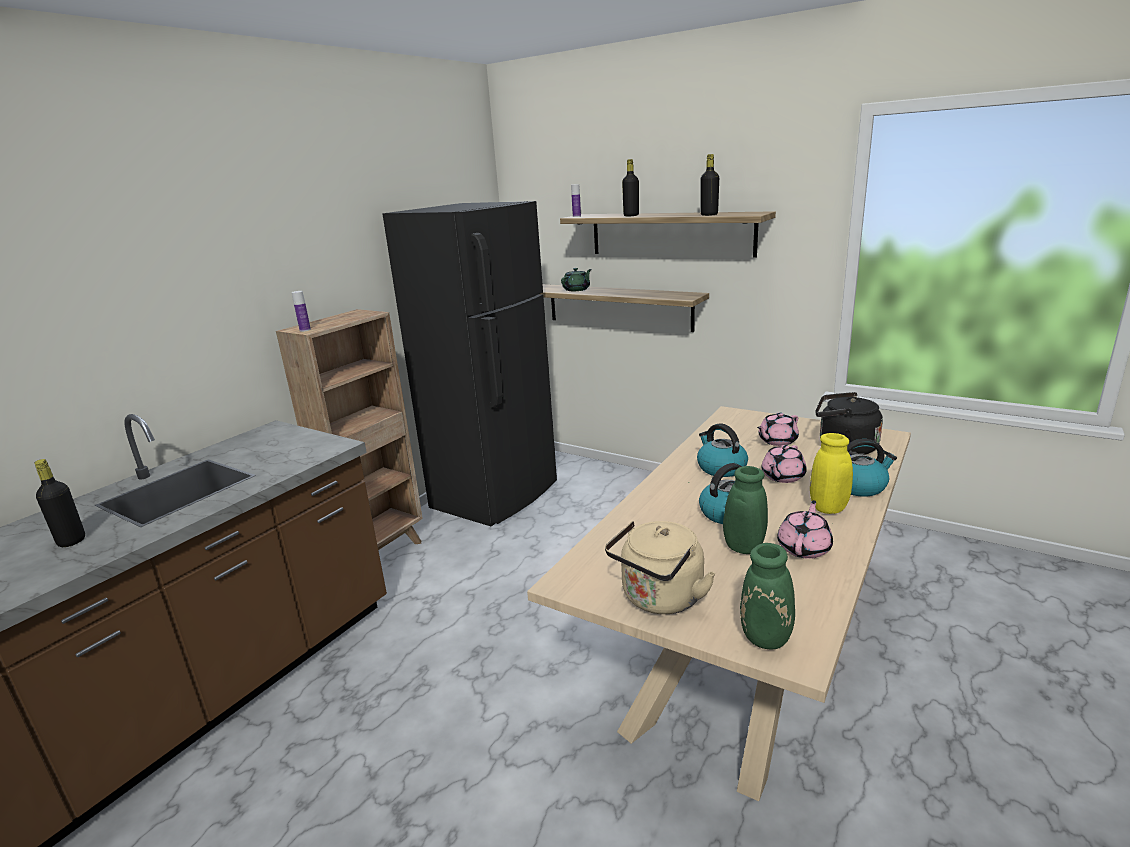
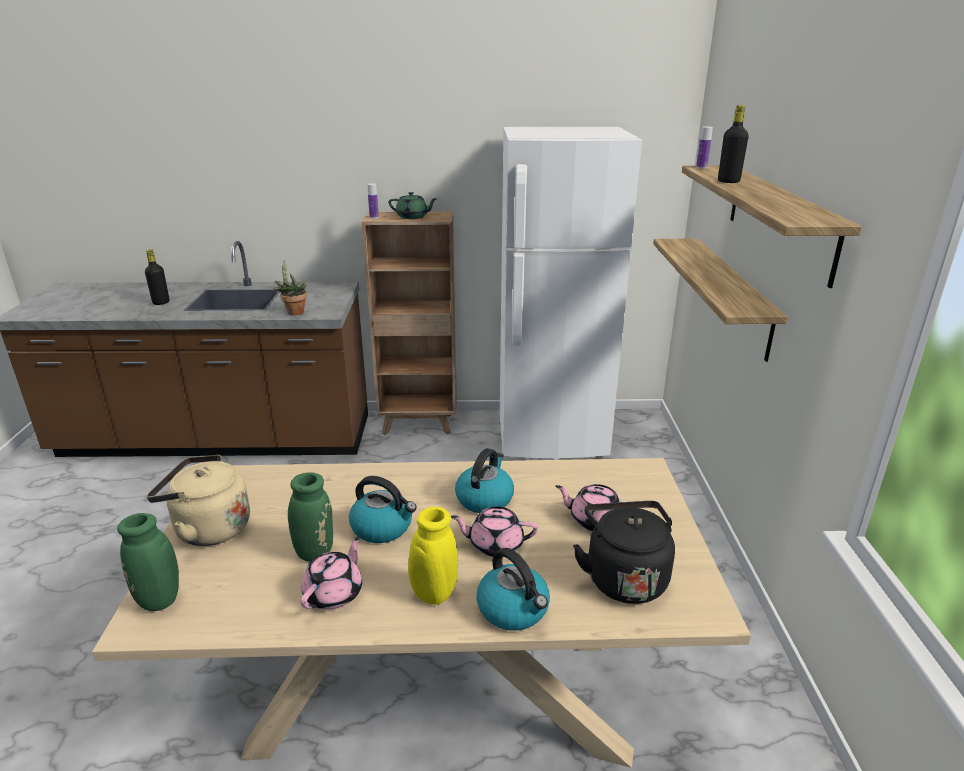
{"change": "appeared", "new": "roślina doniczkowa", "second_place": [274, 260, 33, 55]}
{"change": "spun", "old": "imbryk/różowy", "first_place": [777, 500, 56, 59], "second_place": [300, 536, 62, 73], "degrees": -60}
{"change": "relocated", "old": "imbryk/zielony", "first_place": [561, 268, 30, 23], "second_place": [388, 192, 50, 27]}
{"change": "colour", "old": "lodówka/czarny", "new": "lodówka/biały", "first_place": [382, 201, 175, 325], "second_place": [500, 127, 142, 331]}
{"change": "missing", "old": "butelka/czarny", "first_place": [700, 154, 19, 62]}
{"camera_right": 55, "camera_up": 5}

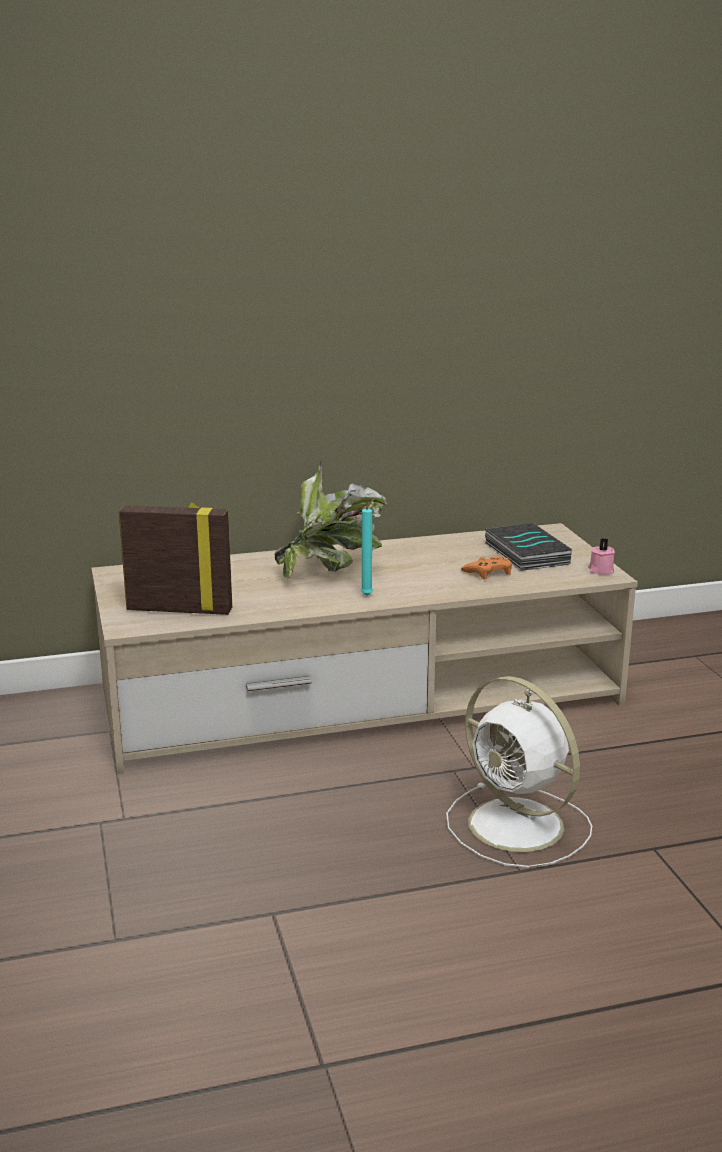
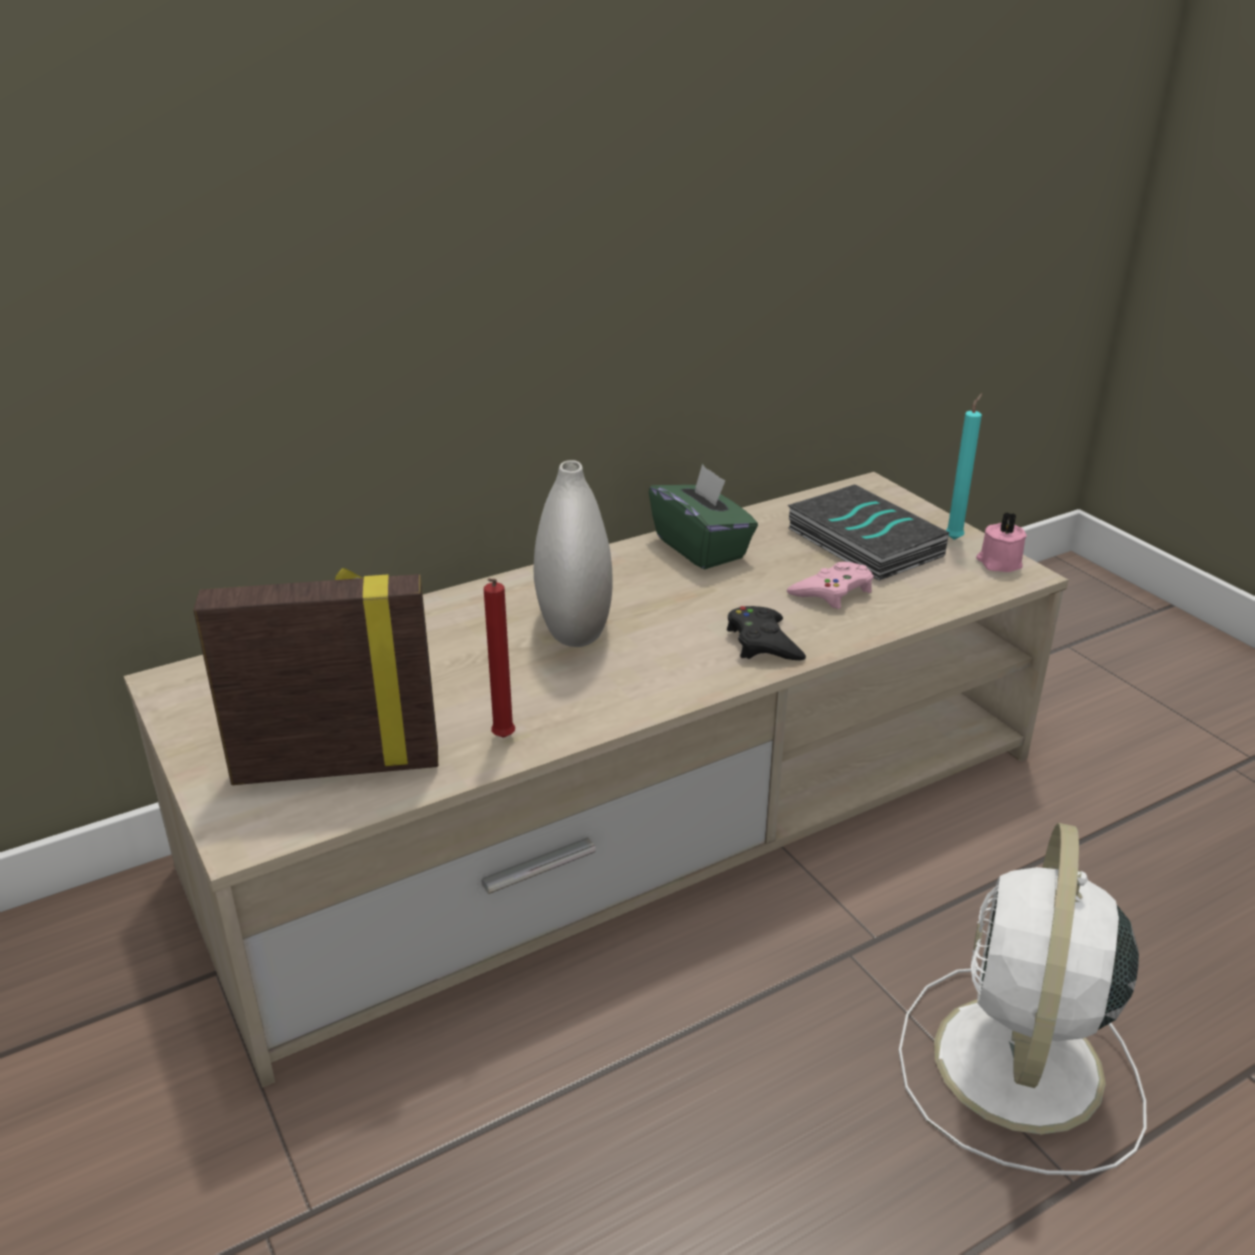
{"change": "appeared", "new": "świeca/czerwony", "second_place": [484, 578, 31, 160]}
{"change": "exchanged", "old": "roślina doniczkowa", "new": "wazon/biały", "first_place": [275, 461, 111, 118], "second_place": [534, 460, 79, 187]}
{"change": "appeared", "new": "pudełko chusteczek/zielony", "second_place": [649, 464, 109, 105]}
{"change": "appeared", "new": "pad do gier/czarny", "second_place": [727, 606, 79, 54]}
{"change": "colour", "old": "pad do gier/pomarańczowy", "new": "pad do gier/różowy", "first_place": [461, 556, 51, 23], "second_place": [787, 562, 87, 47]}
{"change": "spun", "old": "wentylator/biały", "first_place": [446, 676, 146, 192], "second_place": [899, 823, 248, 352], "degrees": 75}
{"change": "relocated", "old": "świeca/turkusowy", "first_place": [361, 498, 14, 98], "second_place": [946, 393, 36, 147]}
{"camera_right": -15, "camera_up": 10}

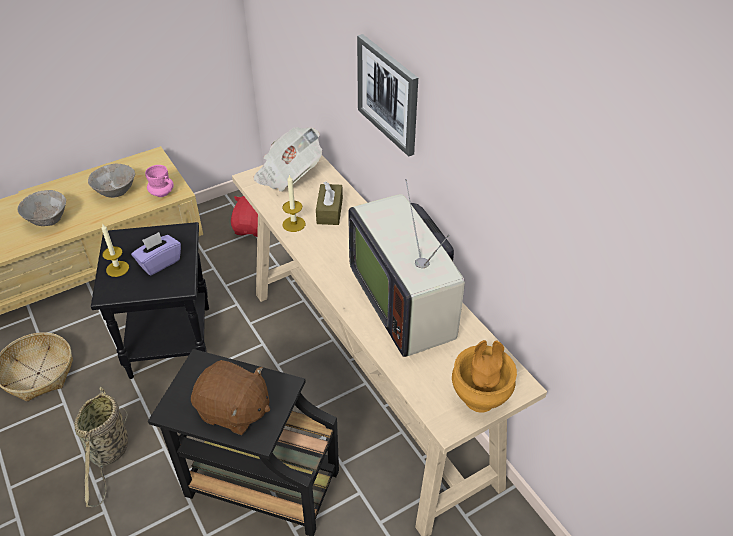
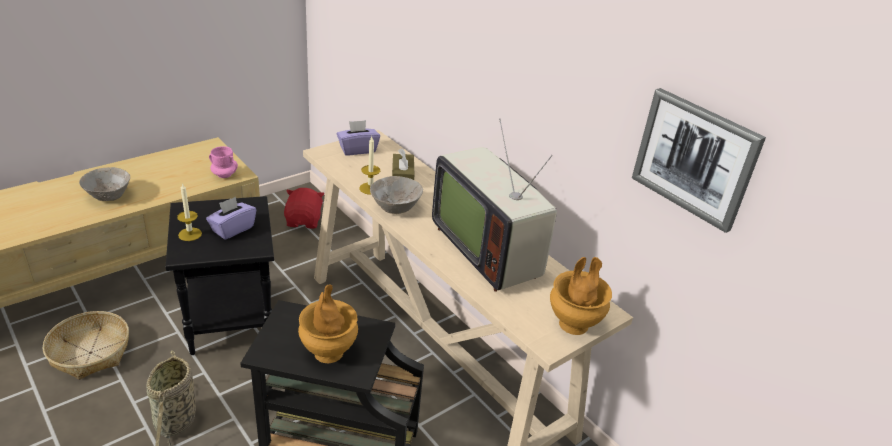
{"change": "exchanged", "old": "pluszak/brązowy", "new": "wazon/brązowy", "first_place": [191, 360, 79, 75], "second_place": [298, 285, 60, 78]}
{"change": "exchanged", "old": "gazeta", "new": "pudełko chusteczek/fioletowy", "first_place": [253, 127, 69, 65], "second_place": [337, 120, 43, 35]}
{"change": "relocated", "old": "miska/szary", "first_place": [88, 164, 47, 34], "second_place": [370, 176, 53, 38]}
{"change": "relocated", "old": "obraz", "first_place": [357, 34, 61, 122], "second_place": [632, 88, 134, 145]}
{"camera_right": -10, "camera_up": -10}

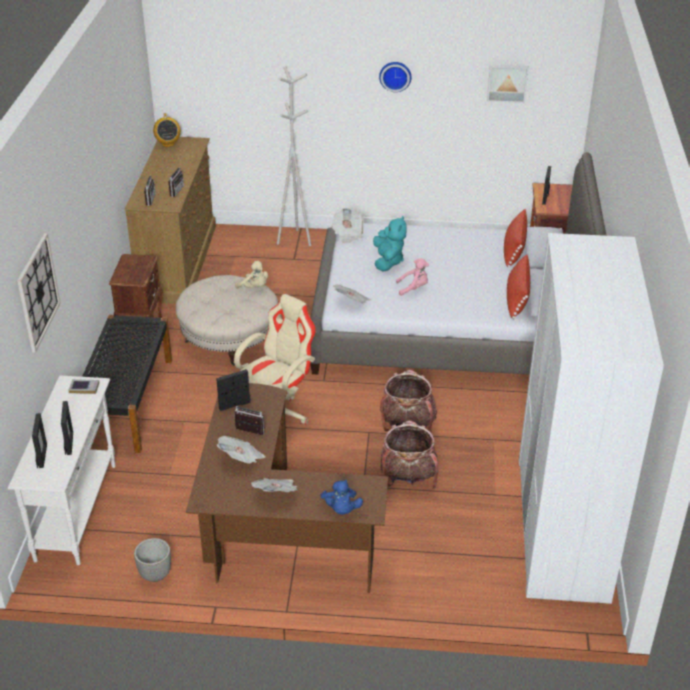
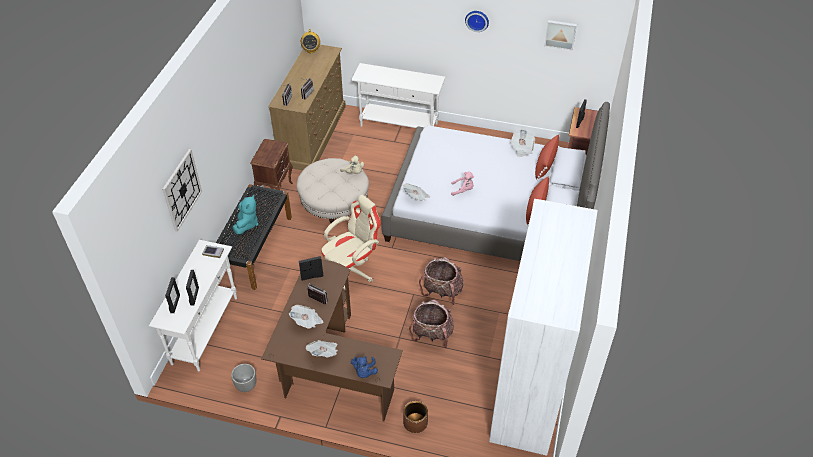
{"change": "relocated", "old": "pluszak/turkusowy", "first_place": [373, 216, 34, 56], "second_place": [233, 195, 25, 40]}
{"change": "exchanged", "old": "wieszak/szary", "new": "stolik konsolowy/biały", "first_place": [277, 66, 34, 180], "second_place": [351, 63, 95, 65]}
{"change": "appeared", "new": "donica/brązowy", "second_place": [403, 401, 25, 32]}
{"change": "relocated", "old": "gazeta", "first_place": [331, 208, 33, 35], "second_place": [510, 129, 25, 28]}
{"camera_right": 10, "camera_up": 10}

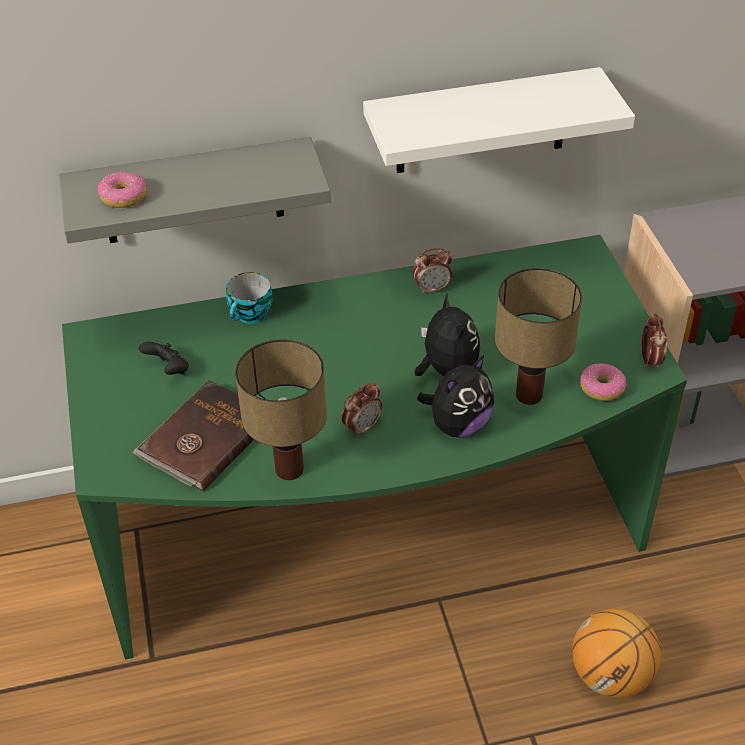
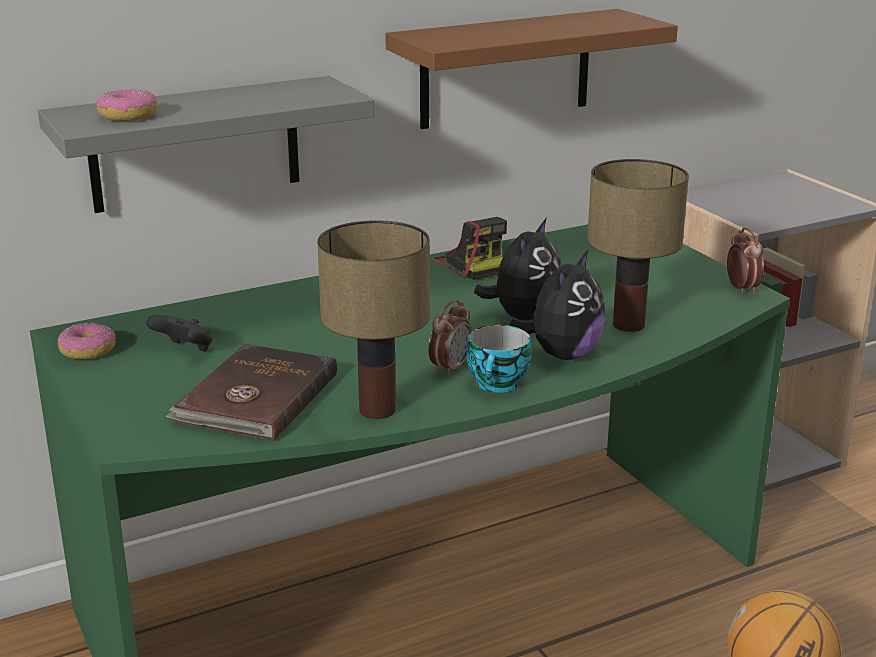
{"change": "relocated", "old": "donut", "first_place": [580, 363, 47, 38], "second_place": [57, 323, 59, 36]}
{"change": "colour", "old": "półka/biały", "new": "półka/brązowy", "first_place": [363, 67, 272, 106], "second_place": [385, 9, 293, 120]}
{"change": "exchanged", "old": "budzik", "new": "aparat fotograficzny", "first_place": [413, 248, 39, 47], "second_place": [434, 217, 73, 63]}
{"change": "relocated", "old": "filiżanka", "first_place": [226, 272, 47, 52], "second_place": [466, 325, 65, 68]}
{"change": "spun", "old": "pluszak", "first_place": [415, 292, 65, 84], "second_place": [474, 219, 88, 102], "degrees": 60}
{"camera_right": -15, "camera_up": -20}

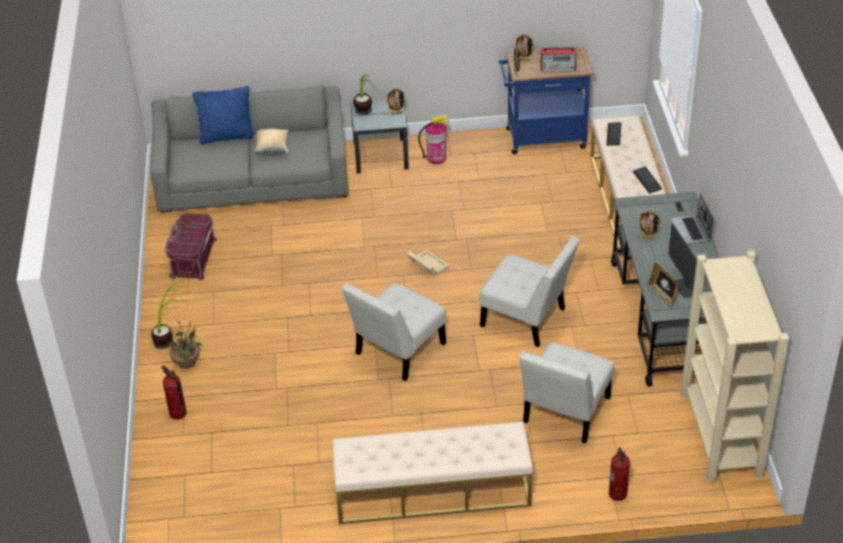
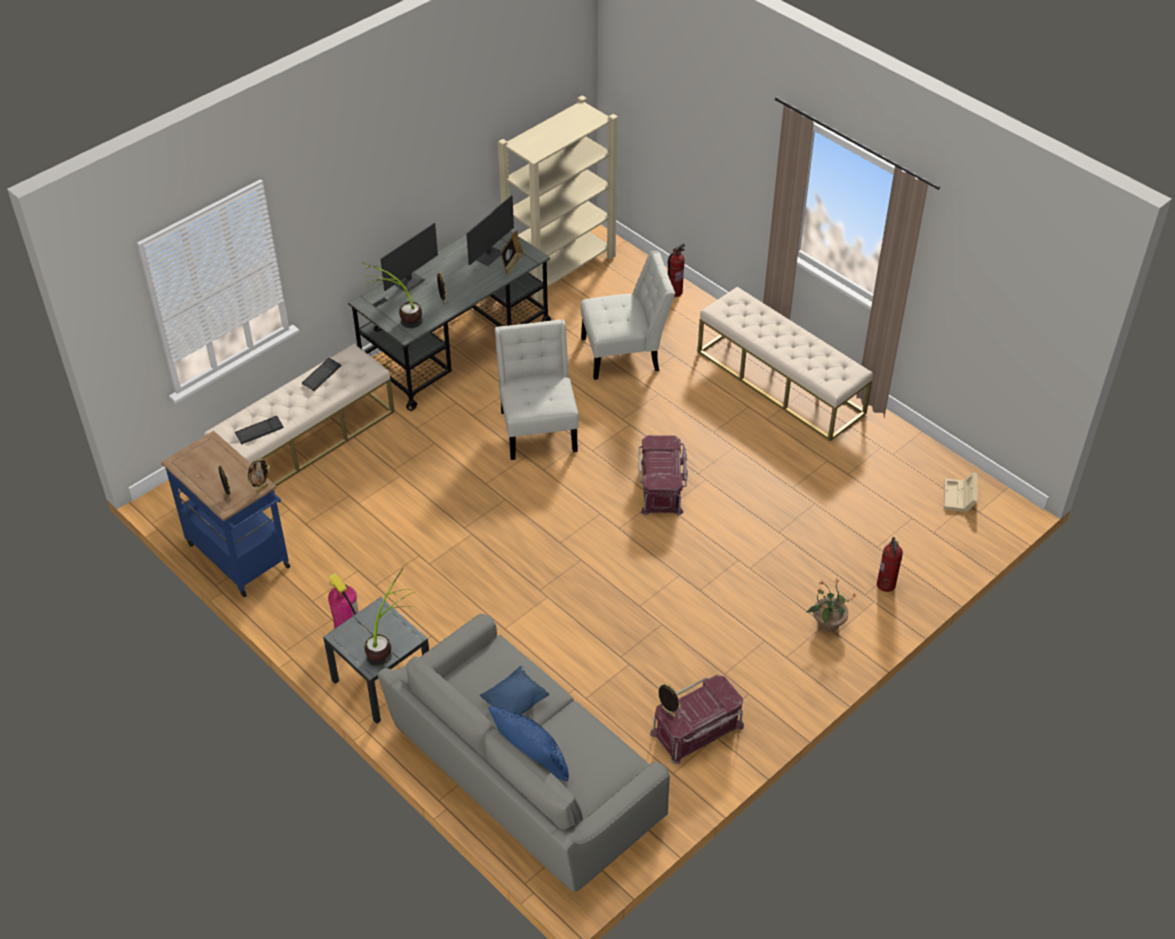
{"change": "relocated", "old": "roślina doniczkowa", "first_place": [151, 269, 41, 80], "second_place": [362, 262, 60, 66]}
{"change": "exchanged", "old": "laptop", "new": "monitor", "first_place": [671, 194, 43, 50], "second_place": [380, 223, 58, 68]}
{"change": "colour", "old": "poduszka/beżowy", "new": "poduszka/niebieski", "first_place": [255, 129, 34, 25], "second_place": [480, 666, 70, 48]}
{"change": "exchanged", "old": "krzesło/biały", "new": "pojemnik do przechowywania/czerwony", "first_place": [342, 283, 104, 98], "second_place": [639, 435, 49, 81]}
{"change": "relocated", "old": "ramka na zdjęcie", "first_place": [386, 88, 20, 27], "second_place": [658, 683, 23, 33]}
{"change": "relocated", "old": "pojemnik do przechowywania/beżowy", "first_place": [407, 249, 42, 28], "second_place": [944, 472, 34, 40]}
{"change": "missing", "old": "radio", "first_place": [541, 46, 36, 26]}
{"camera_right": -130, "camera_up": 5}

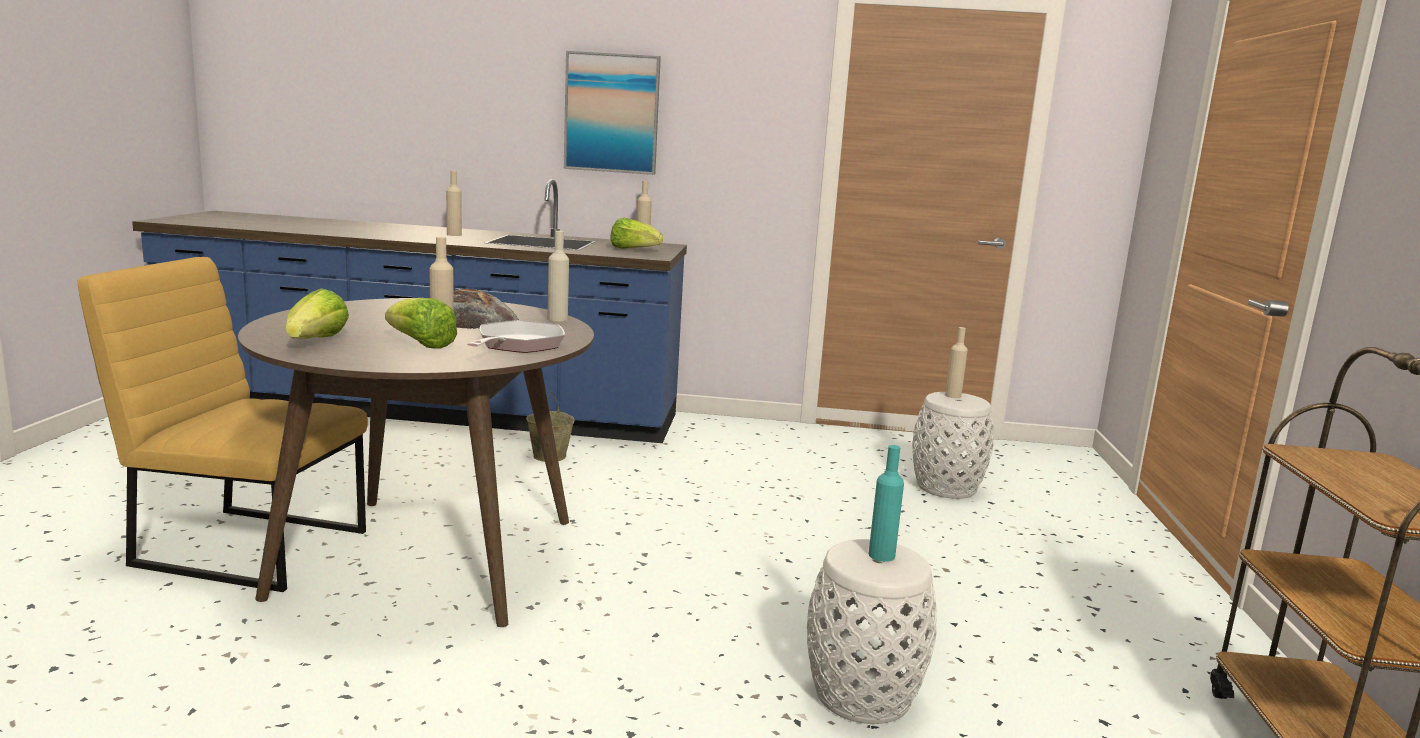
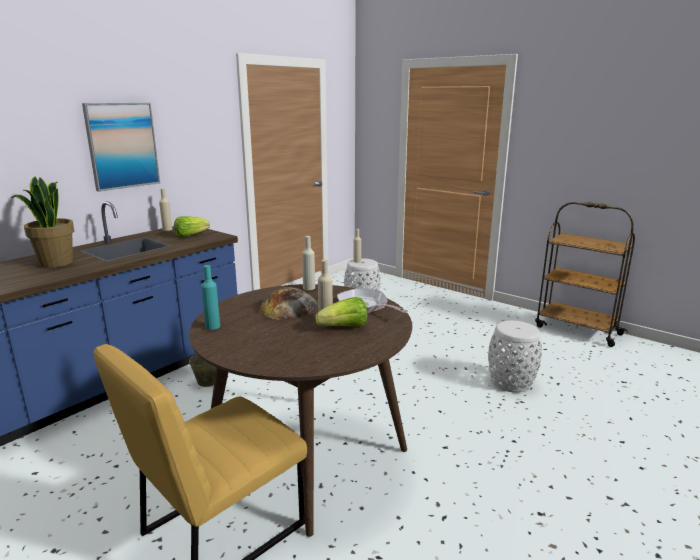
{"change": "exchanged", "old": "butelka/beżowy", "new": "roślina doniczkowa", "first_place": [446, 171, 16, 65], "second_place": [11, 176, 63, 92]}
{"change": "relocated", "old": "butelka/turkusowy", "first_place": [868, 445, 36, 117], "second_place": [201, 265, 19, 65]}
{"change": "missing", "old": "sałata", "first_place": [286, 288, 63, 51]}
{"camera_right": -55, "camera_up": 5}

